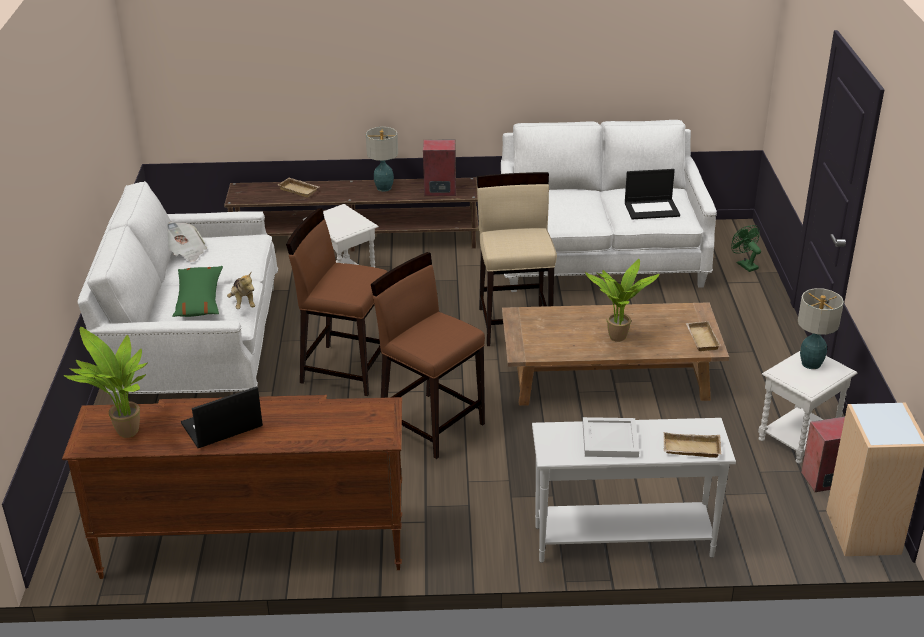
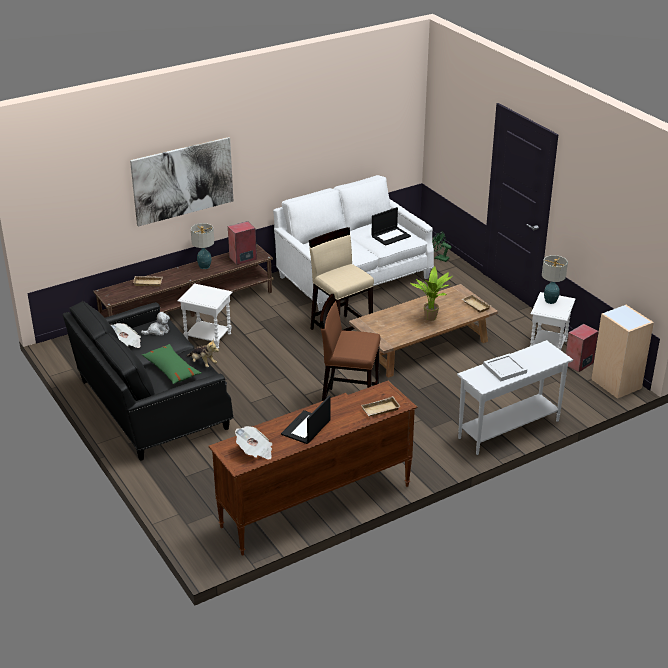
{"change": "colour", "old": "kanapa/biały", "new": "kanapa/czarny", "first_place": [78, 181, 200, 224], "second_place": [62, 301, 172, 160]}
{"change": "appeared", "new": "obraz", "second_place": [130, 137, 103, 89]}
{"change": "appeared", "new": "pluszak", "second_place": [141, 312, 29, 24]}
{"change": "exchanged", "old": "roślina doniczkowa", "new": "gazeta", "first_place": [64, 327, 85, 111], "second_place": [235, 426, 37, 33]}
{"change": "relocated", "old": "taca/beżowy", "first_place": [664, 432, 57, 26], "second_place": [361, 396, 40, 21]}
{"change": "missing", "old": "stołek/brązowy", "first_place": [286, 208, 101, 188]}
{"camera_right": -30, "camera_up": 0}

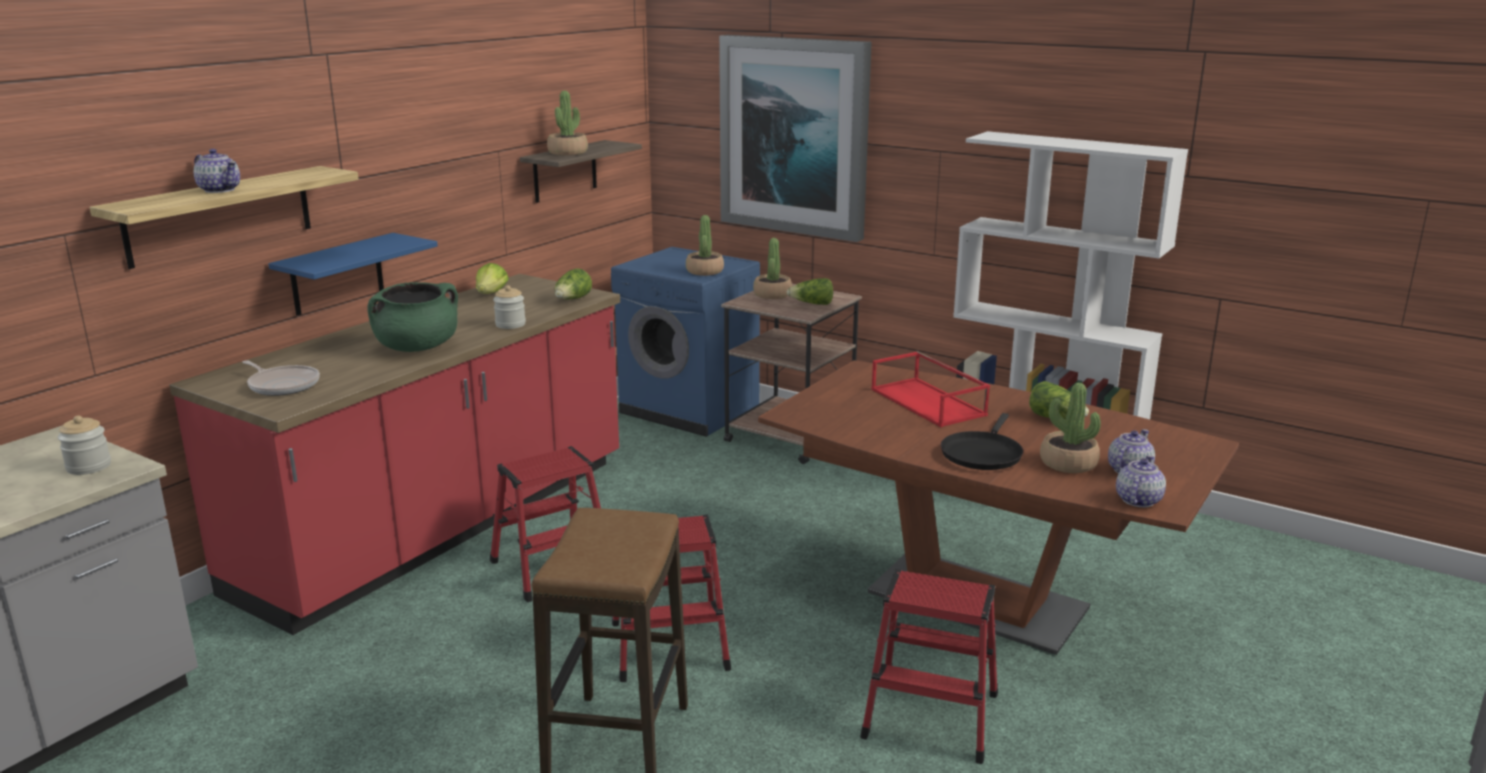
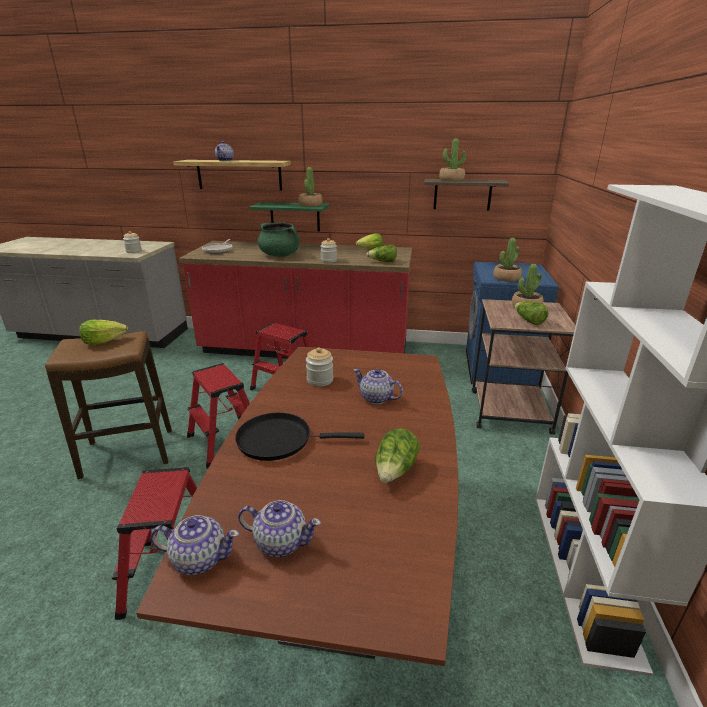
{"change": "appeared", "new": "sałata", "second_place": [79, 320, 49, 25]}
{"change": "colour", "old": "półka/niebieski", "new": "półka/zielony", "first_place": [269, 233, 169, 83], "second_place": [249, 202, 80, 29]}
{"change": "relocated", "old": "roślina doniczkowa", "first_place": [1040, 383, 61, 90], "second_place": [299, 167, 24, 40]}
{"change": "appeared", "new": "słoik", "second_place": [306, 347, 27, 40]}
{"change": "exchanged", "old": "taca/czerwony", "new": "imbryk", "first_place": [871, 351, 119, 76], "second_place": [353, 369, 50, 35]}
{"change": "missing", "old": "obraz", "first_place": [719, 35, 153, 207]}
{"camera_right": 65, "camera_up": 5}

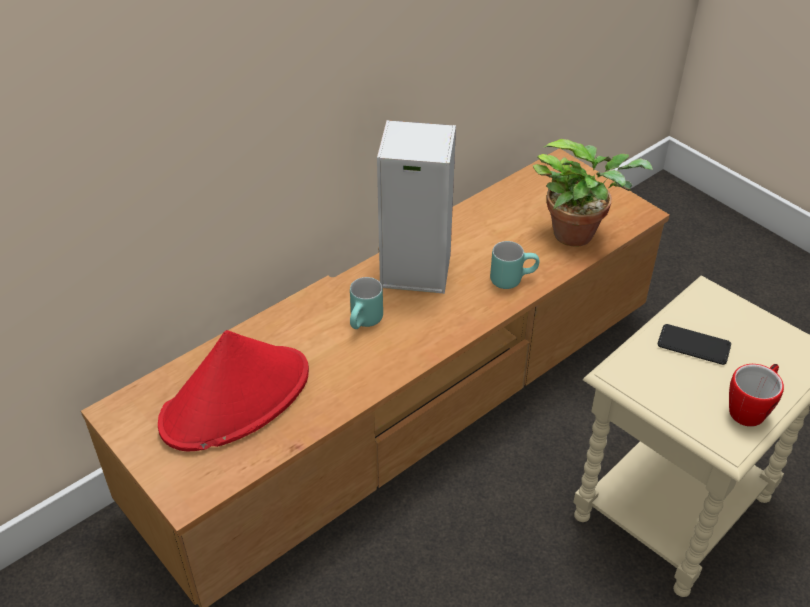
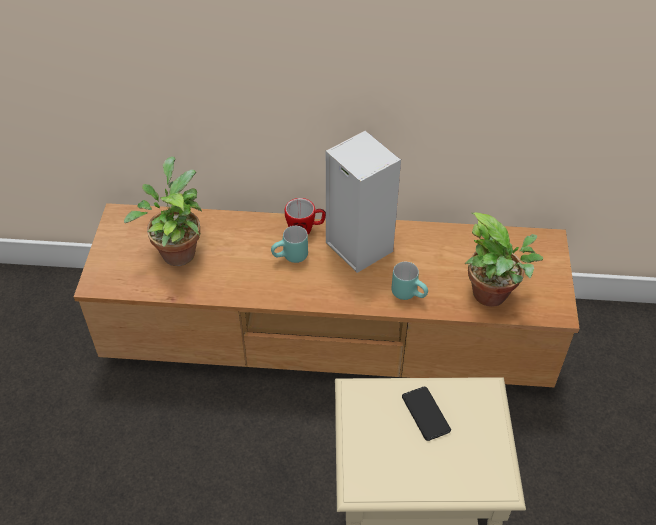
{"change": "exchanged", "old": "kapelusz/czerwony", "new": "roślina doniczkowa", "first_place": [158, 330, 151, 121], "second_place": [124, 156, 78, 110]}
{"change": "relocated", "old": "kubek", "first_place": [729, 364, 55, 63], "second_place": [285, 198, 41, 36]}
{"camera_right": 45, "camera_up": 5}

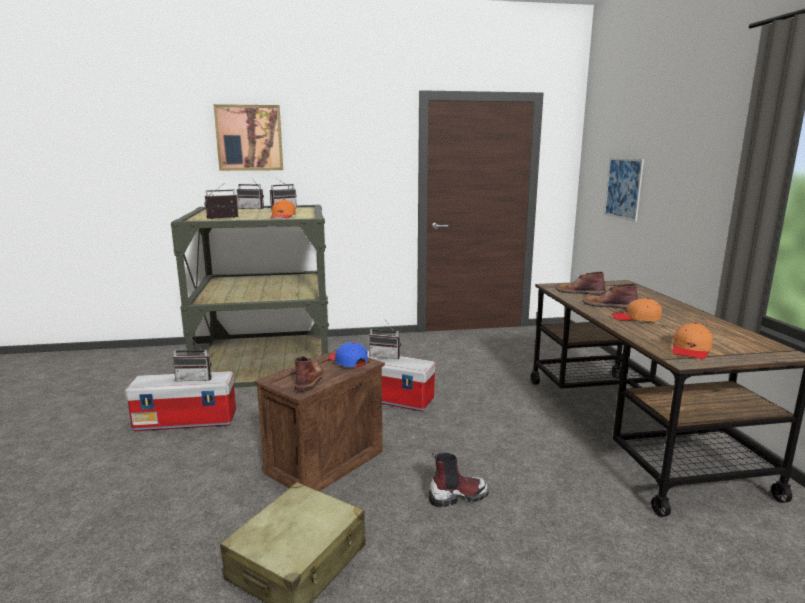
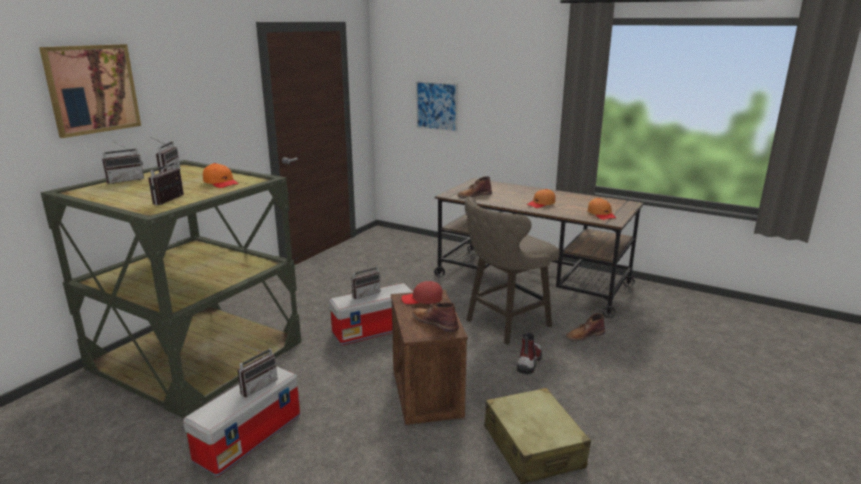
{"change": "colour", "old": "czapka z daszkiem/niebieski", "new": "czapka z daszkiem/czerwony", "first_place": [329, 342, 39, 25], "second_place": [401, 281, 42, 23]}
{"change": "appeared", "new": "stołek/beżowy", "second_place": [465, 196, 95, 149]}
{"change": "relocated", "old": "but z cholewką/brązowy", "first_place": [582, 284, 56, 26], "second_place": [566, 313, 39, 28]}
{"camera_right": -50, "camera_up": 5}

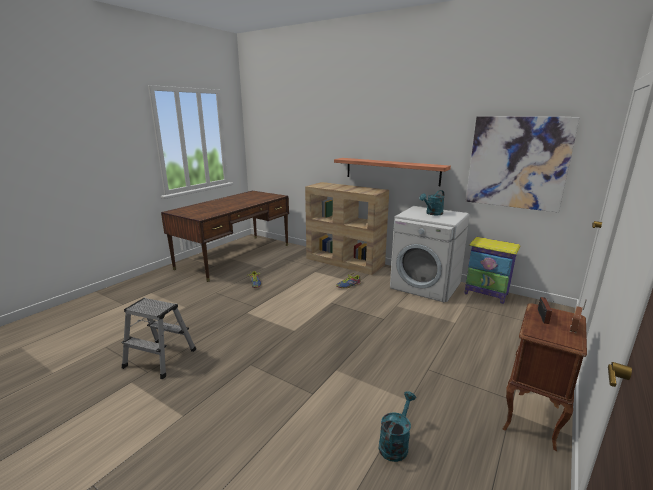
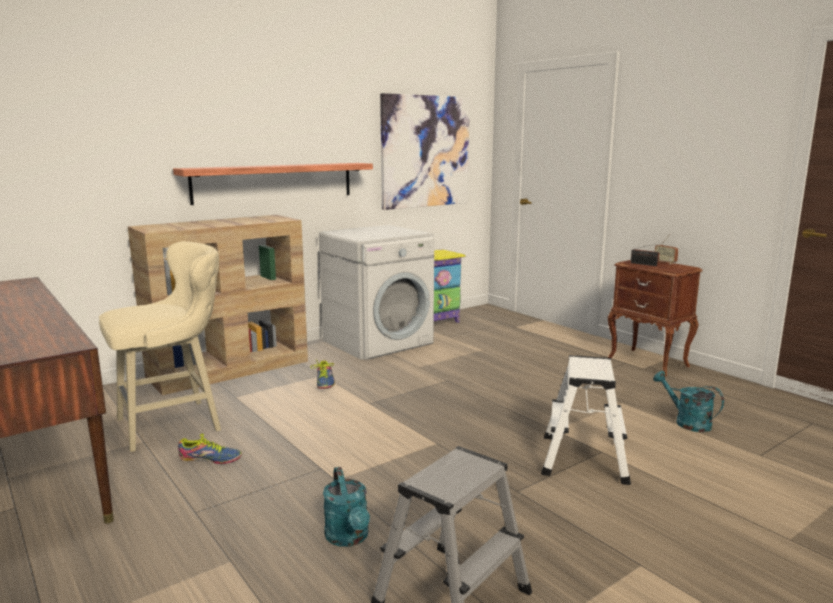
{"change": "appeared", "new": "stołek/beżowy", "second_place": [99, 241, 122, 211]}
{"change": "relocated", "old": "konewka/turkusowy", "first_place": [420, 190, 24, 25], "second_place": [323, 467, 47, 80]}
{"change": "appeared", "new": "drabinka/biały", "second_place": [541, 355, 90, 130]}
{"camera_right": -70, "camera_up": -5}

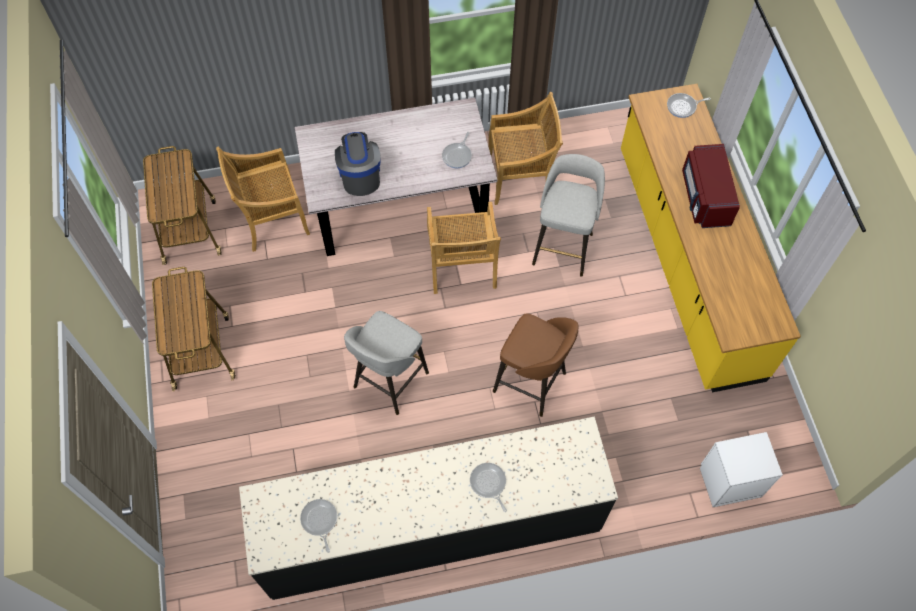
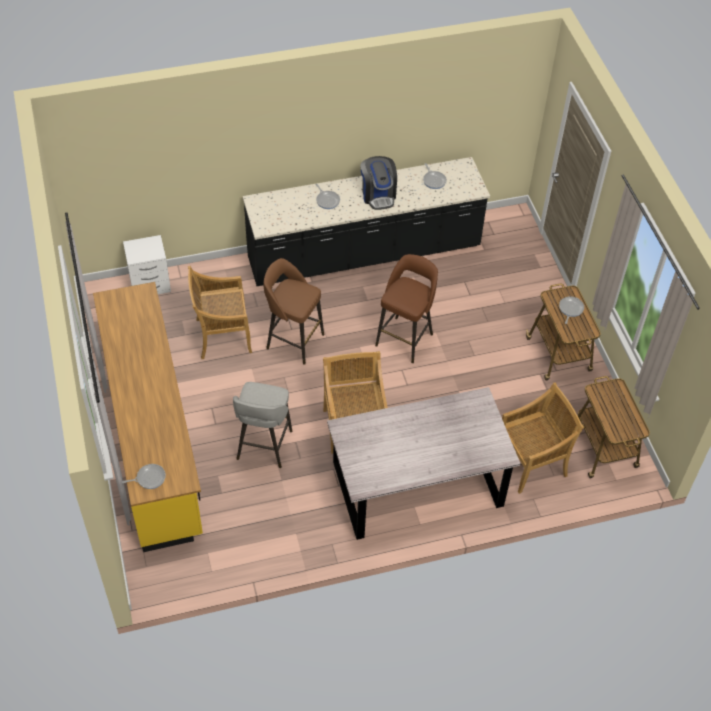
{"change": "relocated", "old": "krzesło/beżowy", "first_place": [489, 92, 74, 113], "second_place": [188, 266, 64, 93]}
{"change": "relocated", "old": "ekspres do kawy", "first_place": [335, 132, 46, 64], "second_place": [361, 156, 36, 54]}
{"change": "colour", "old": "stołek/szary", "new": "stołek/brązowy", "first_place": [344, 311, 85, 104], "second_place": [375, 254, 63, 109]}
{"change": "relocated", "old": "patelnia", "first_place": [442, 132, 30, 36], "second_place": [559, 296, 25, 28]}
{"change": "missing", "old": "mikrofalówka/czerwony", "first_place": [682, 144, 58, 84]}
{"camera_right": 175, "camera_up": -10}

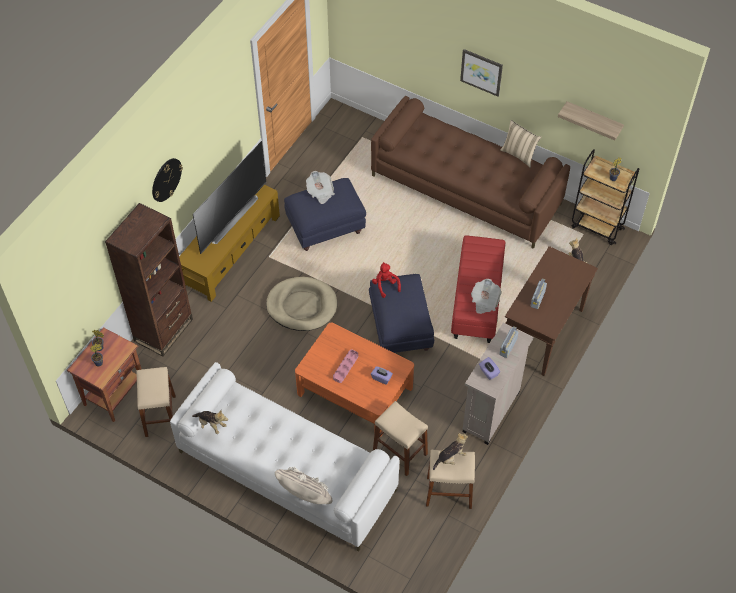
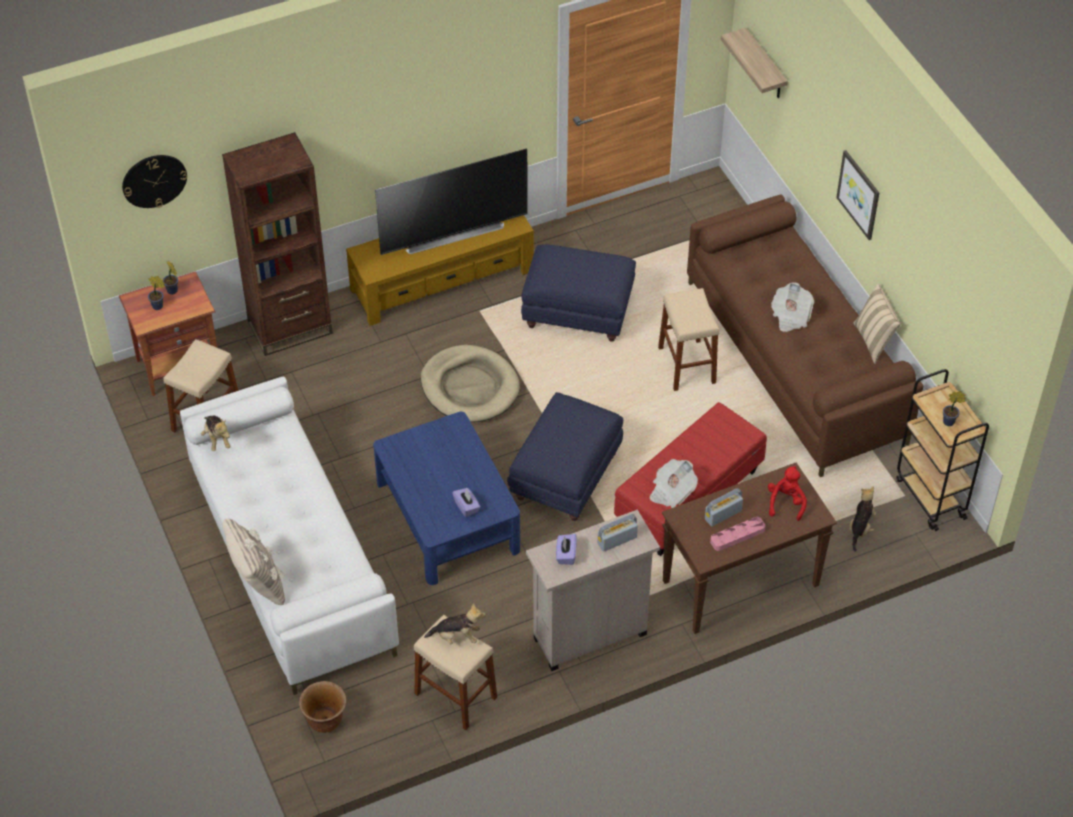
{"change": "relocated", "old": "zegar ścienny", "first_place": [152, 158, 31, 44], "second_place": [122, 155, 65, 53]}
{"change": "appeared", "new": "donica/brązowy", "second_place": [299, 681, 48, 52]}
{"change": "colour", "old": "ława/pomarańczowy", "new": "ława/niebieski", "first_place": [295, 323, 119, 114], "second_place": [373, 412, 147, 173]}
{"change": "relocated", "old": "stołek/beżowy", "first_place": [373, 401, 55, 75], "second_place": [658, 288, 61, 103]}
{"change": "relocated", "old": "taca/różowy", "first_place": [333, 350, 25, 33], "second_place": [710, 517, 55, 34]}
{"change": "relocated", "old": "półka", "first_place": [558, 101, 66, 39], "second_place": [721, 28, 67, 70]}
{"change": "relocated", "old": "pluszak/czerwony", "first_place": [372, 262, 29, 36], "second_place": [768, 466, 39, 55]}
{"change": "relocated", "old": "gazeta", "first_place": [306, 171, 29, 33], "second_place": [771, 282, 43, 50]}
{"camera_right": 35, "camera_up": -5}

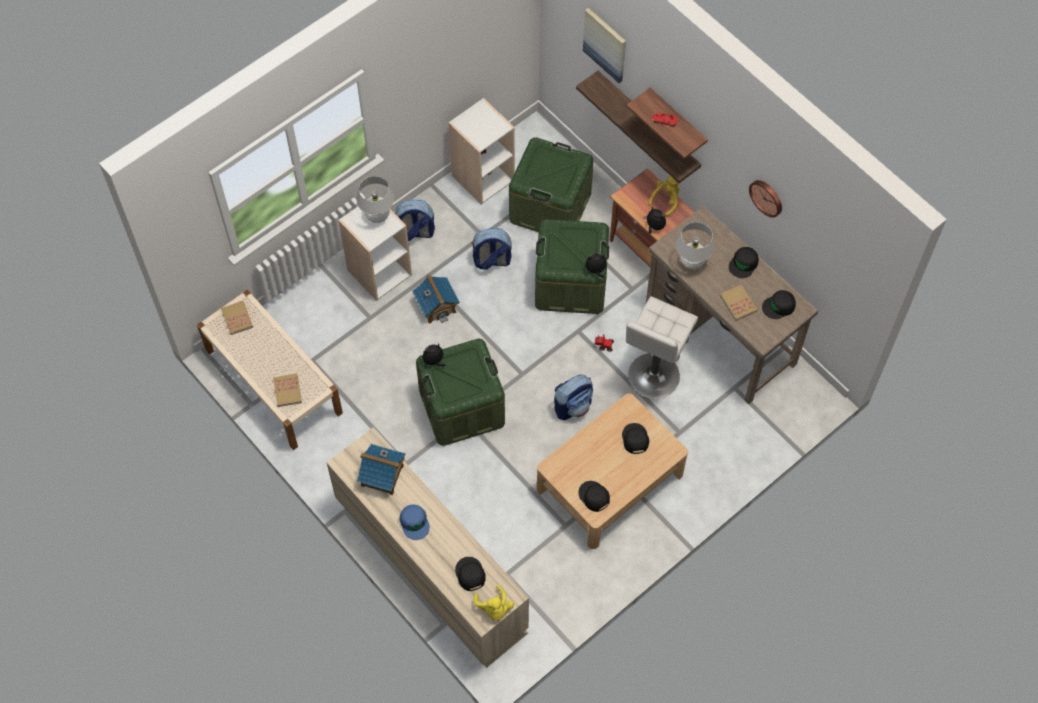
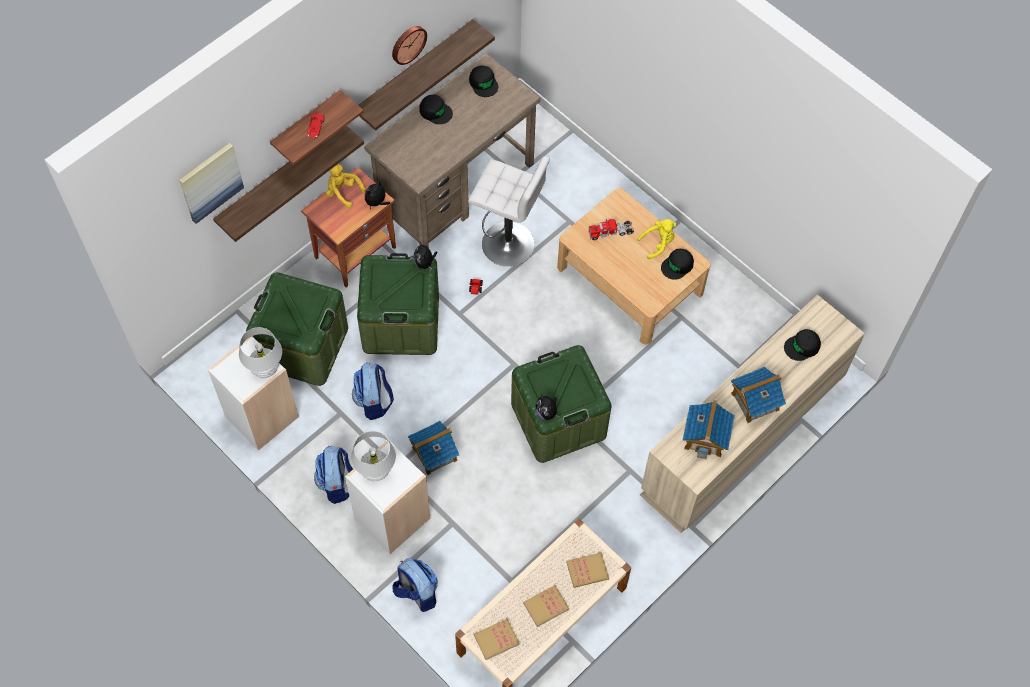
{"change": "relocated", "old": "lampa stołowa/biały", "first_place": [676, 222, 39, 47], "second_place": [239, 327, 43, 51]}
{"change": "appeared", "new": "półka", "second_place": [358, 19, 137, 112]}
{"change": "relocated", "old": "plecak", "first_place": [554, 374, 39, 46], "second_place": [392, 558, 46, 54]}
{"change": "relocated", "old": "książka", "first_place": [720, 285, 37, 36], "second_place": [523, 585, 46, 42]}
{"change": "exchanged", "old": "czapka z daszkiem/czarny", "new": "ciężarówka zabawkowa", "first_place": [622, 423, 27, 31], "second_place": [588, 218, 46, 22]}
{"change": "relocated", "old": "pluszak/żółty", "first_place": [474, 585, 40, 35], "second_place": [637, 219, 40, 40]}
{"change": "exchanged", "old": "czapka z daszkiem/niebieski", "new": "domek", "first_place": [400, 504, 30, 36], "second_place": [731, 367, 55, 56]}
{"camera_right": -95, "camera_up": 0}

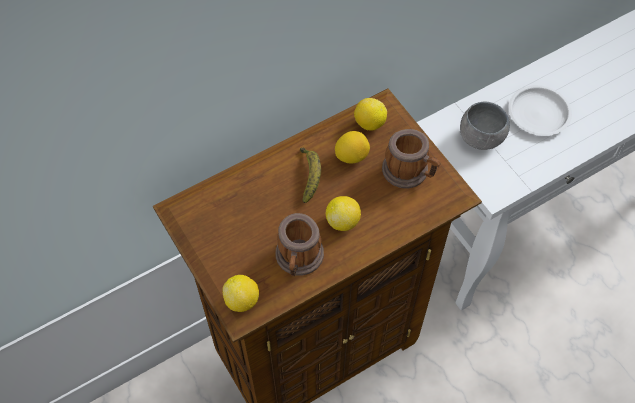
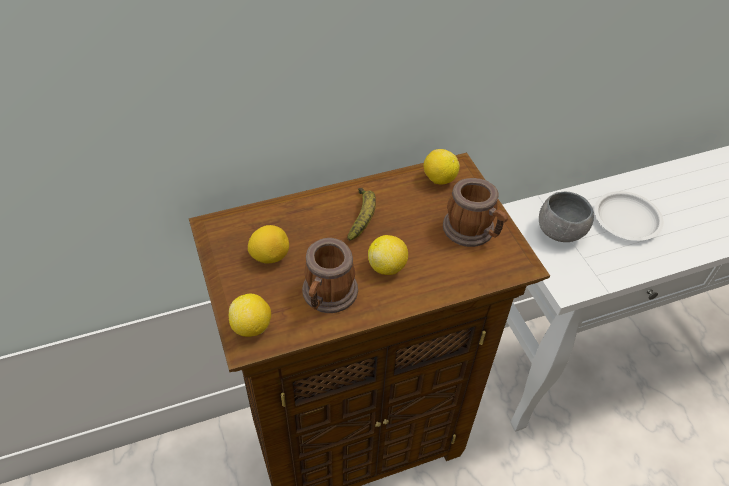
{"change": "relocated", "old": "cytryna", "first_place": [335, 131, 35, 32], "second_place": [248, 225, 41, 38]}
{"camera_right": 10, "camera_up": -10}

